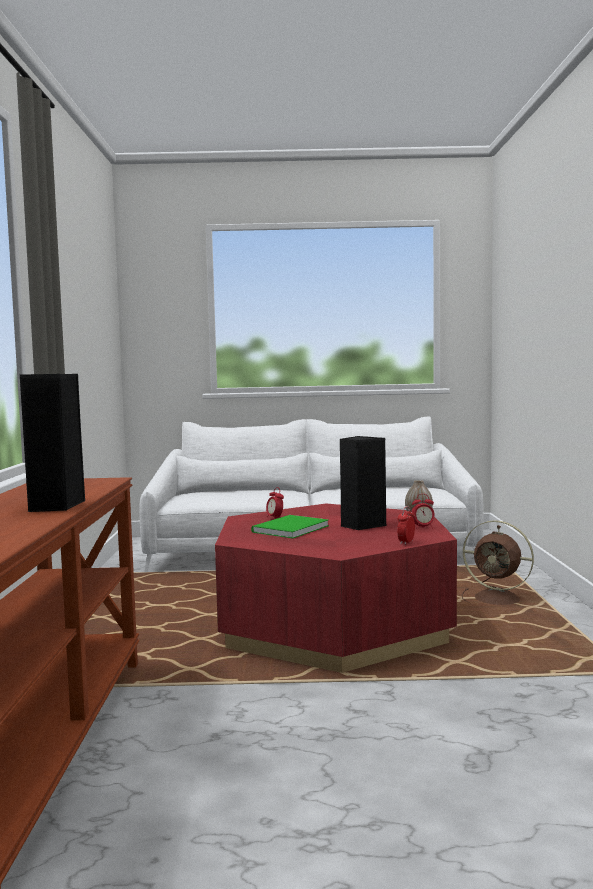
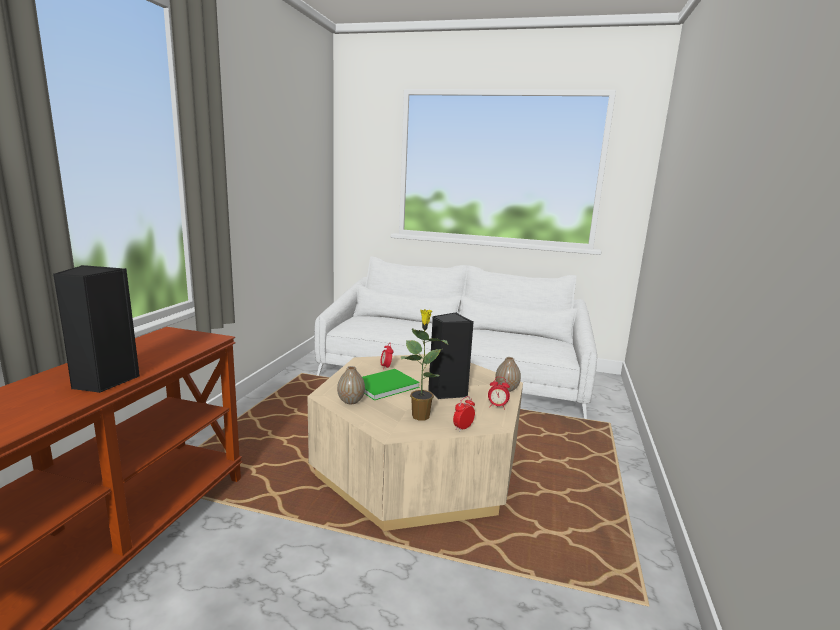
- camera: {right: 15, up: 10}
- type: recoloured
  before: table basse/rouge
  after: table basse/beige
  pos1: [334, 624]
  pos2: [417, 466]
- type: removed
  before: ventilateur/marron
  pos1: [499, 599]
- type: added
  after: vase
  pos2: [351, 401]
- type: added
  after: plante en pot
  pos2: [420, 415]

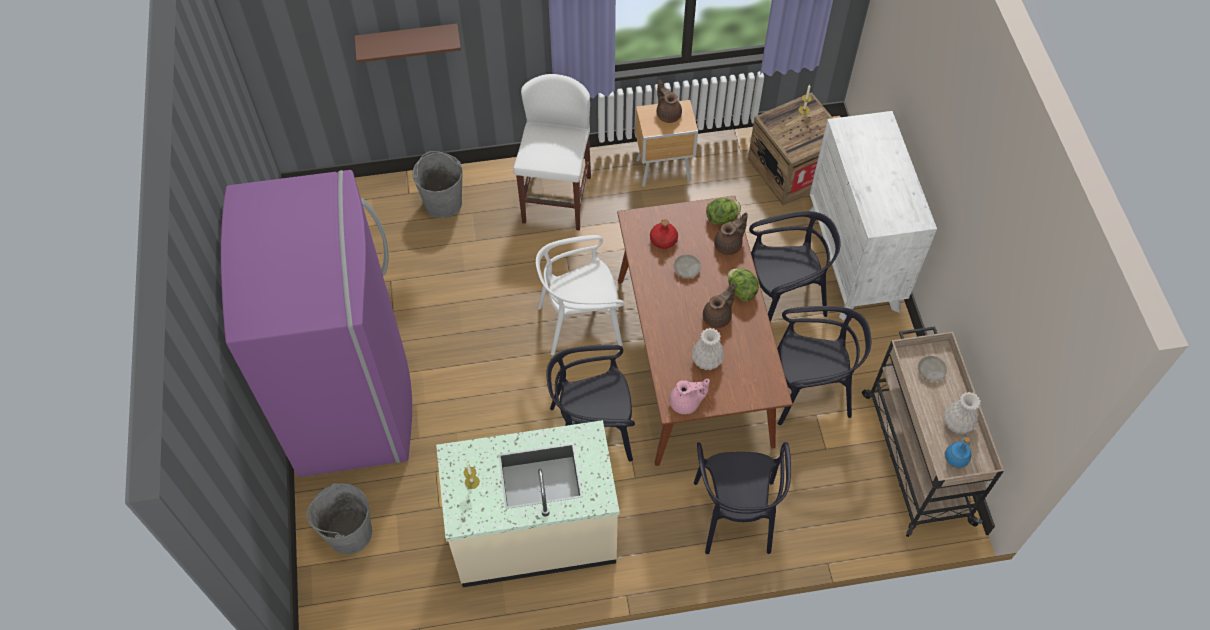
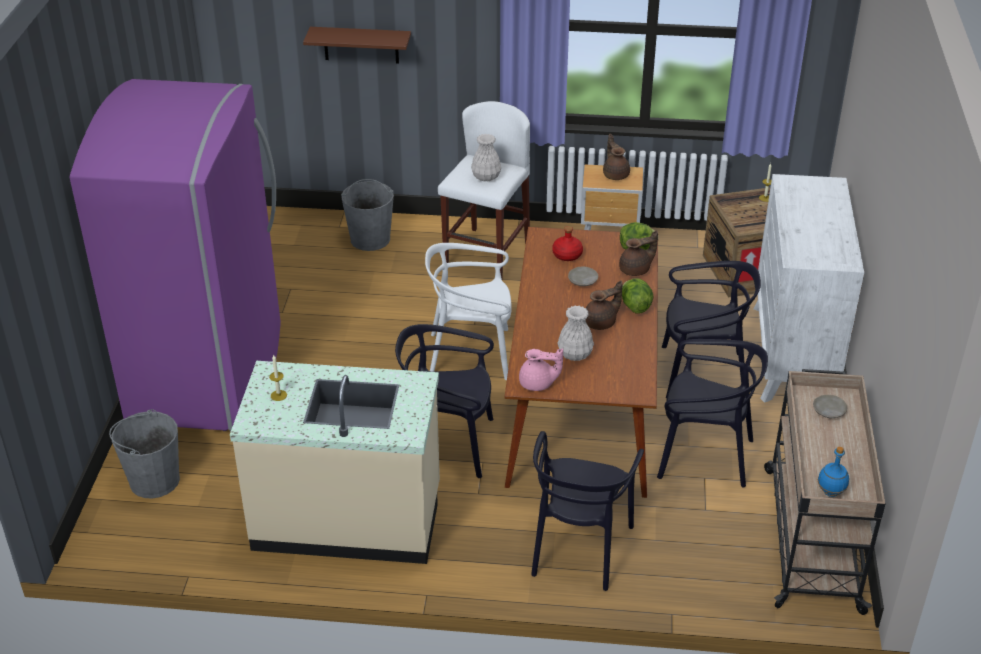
- camera: {right: 15, up: -20}
- type: moved
  before: vase/blanc
  pos1: [957, 423]
  pos2: [486, 177]

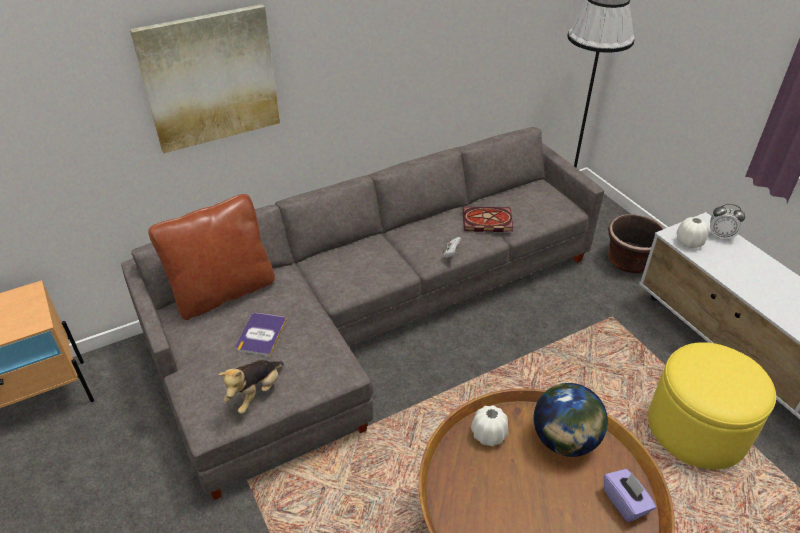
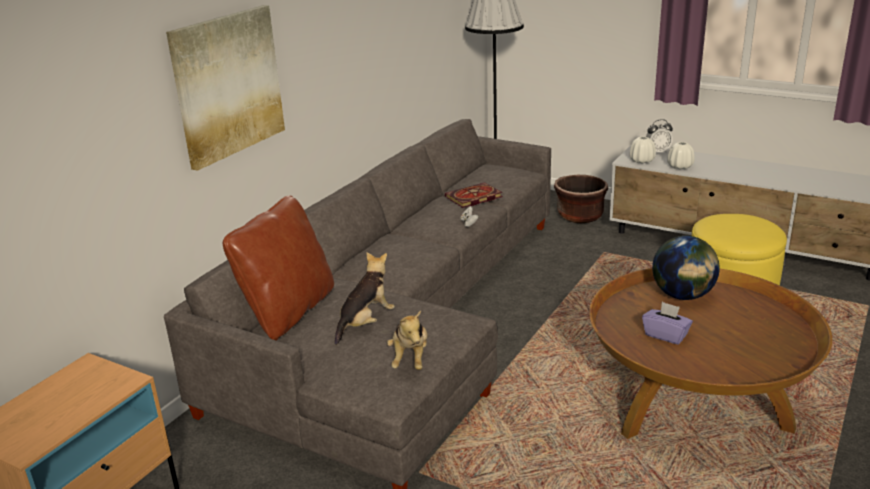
- camera: {right: -30, up: -15}
- type: replaced
  before: livre
  after: peluche
  pos1: [261, 334]
  pos2: [365, 323]
- type: moved
  before: vase/blanc
  pos1: [488, 435]
  pos2: [680, 166]
- type: moved
  before: boîte à mouchoirs/violet
  pos1: [625, 502]
  pos2: [666, 335]

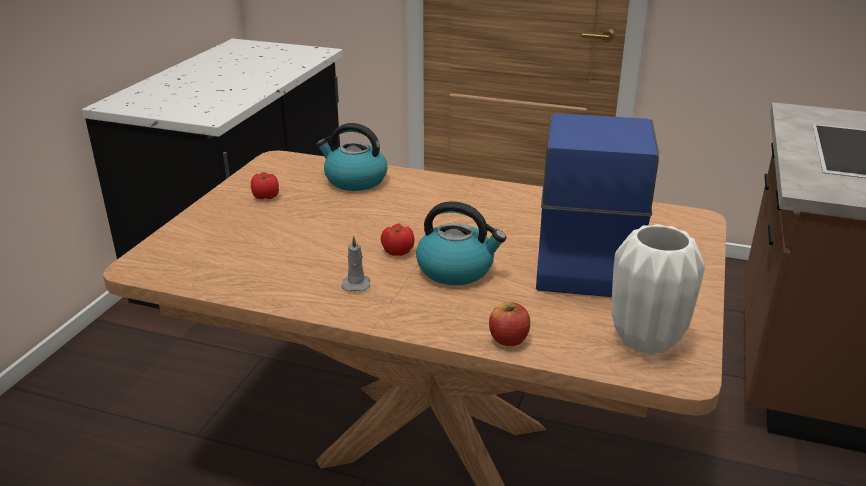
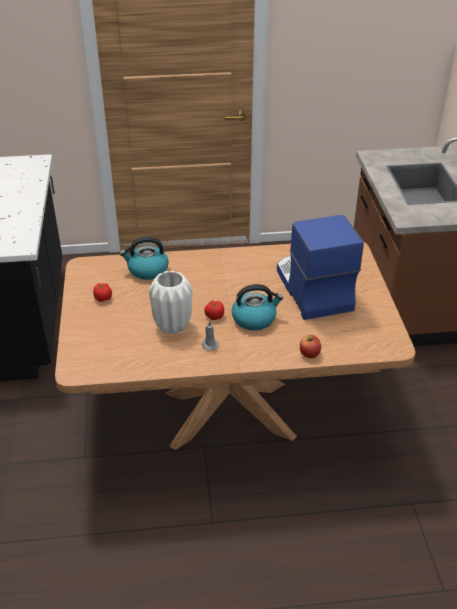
- camera: {right: -25, up: 10}
- type: moved
  before: vase/blanc
  pos1: [645, 340]
  pos2: [172, 326]

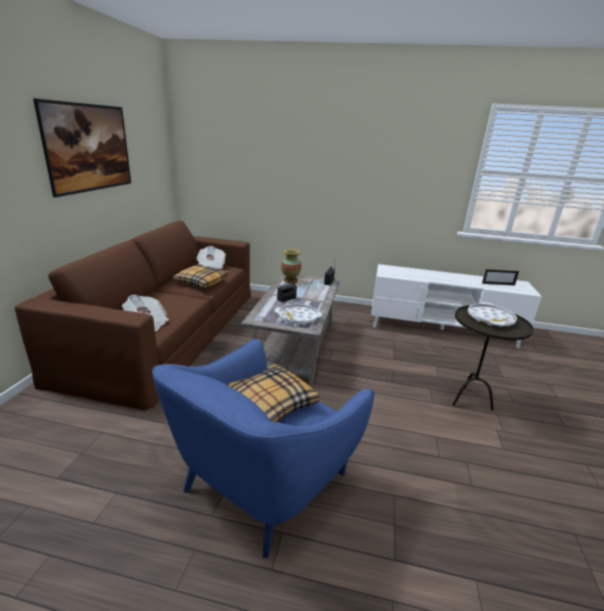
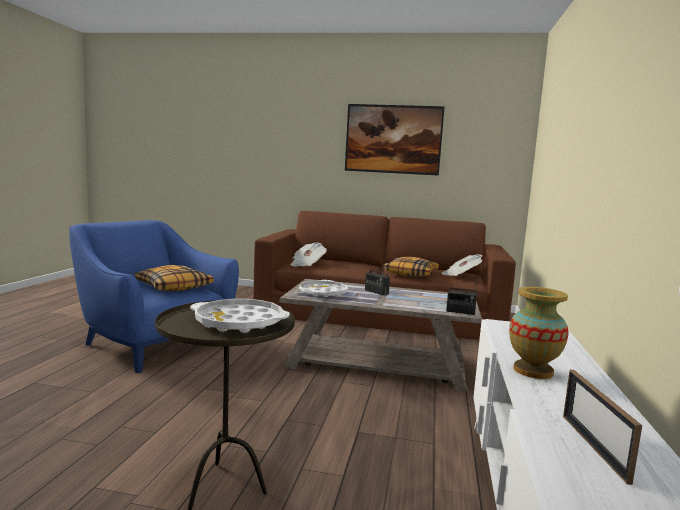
- camera: {right: 90, up: -15}
- type: moved
  before: vase
  pos1: [290, 280]
  pos2: [533, 371]

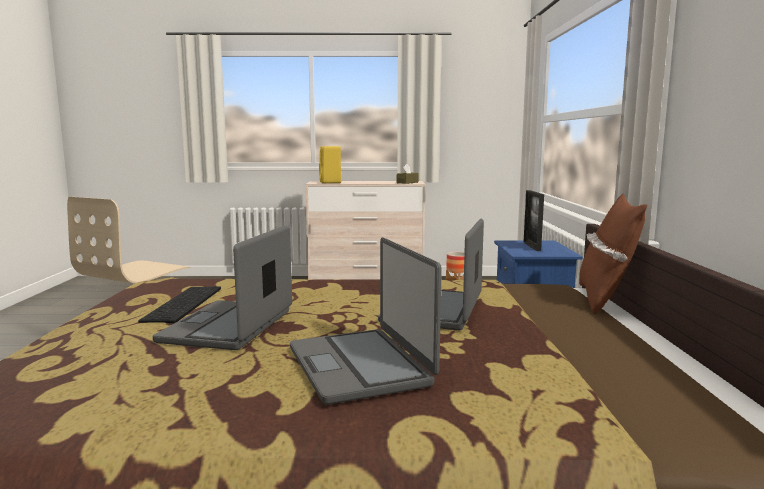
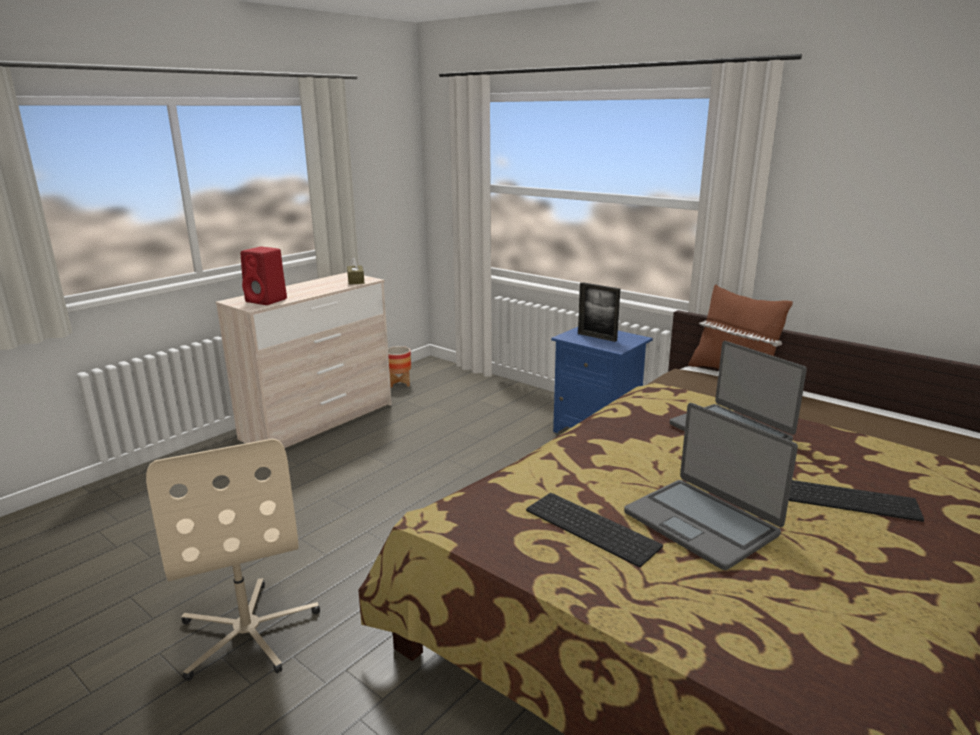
- camera: {right: -50, up: 10}
- type: replaced
  before: ordinateur portable
  after: clavier
  pos1: [360, 365]
  pos2: [846, 498]
- type: recoloured
  before: enceinte/jaune
  after: enceinte/rouge
  pos1: [330, 182]
  pos2: [267, 300]

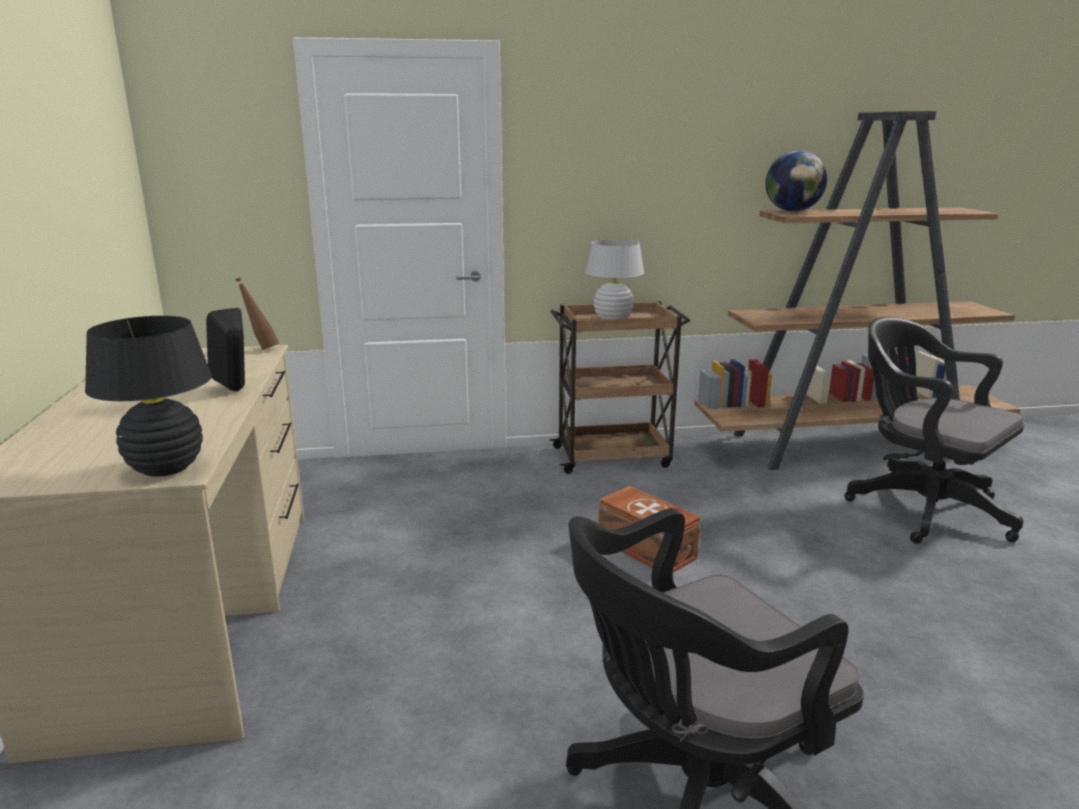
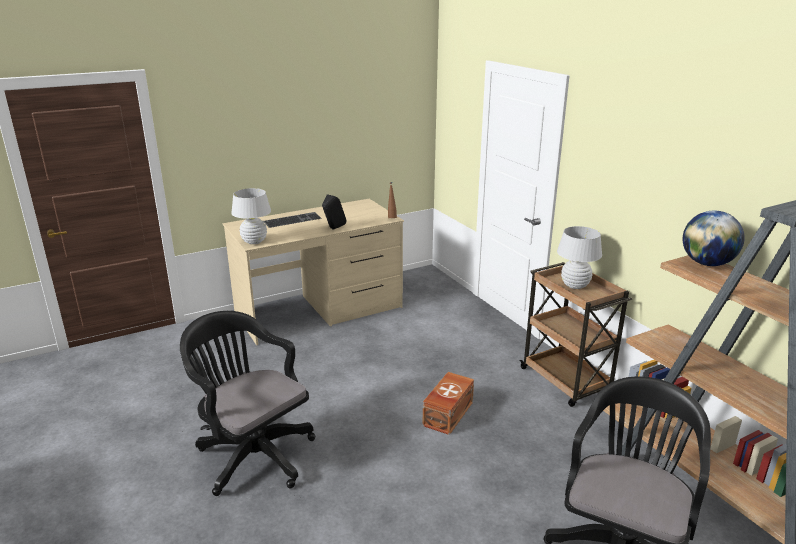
- camera: {right: 70, up: 5}
- type: recoloured
  before: lampe de table/noir
  after: lampe de table/blanc
  pos1: [166, 468]
  pos2: [254, 241]
- type: added
  after: clavier
  pos2: [292, 219]

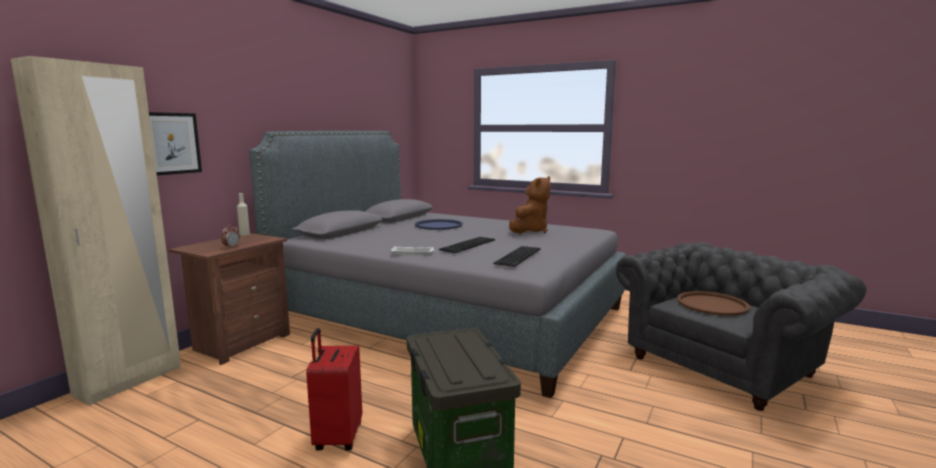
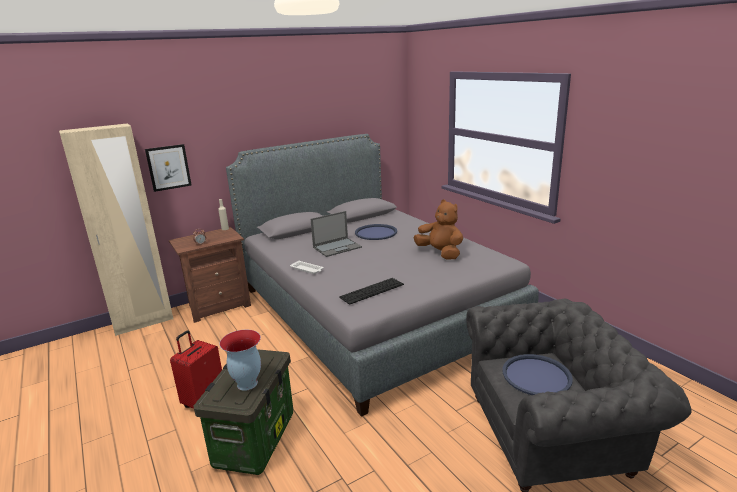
- camera: {right: 30, up: 10}
- type: removed
  before: clavier
  pos1: [468, 245]
- type: turned
  before: peluche/marron
  pos1: [530, 231]
  pos2: [440, 253]
  turn: -105
- type: recoloured
  before: plateau/marron
  after: plateau/bleu
  pos1: [712, 304]
  pos2: [536, 376]
- type: added
  after: vase
  pos2: [246, 384]
- type: added
  after: ordinateur portable
  pos2: [337, 247]

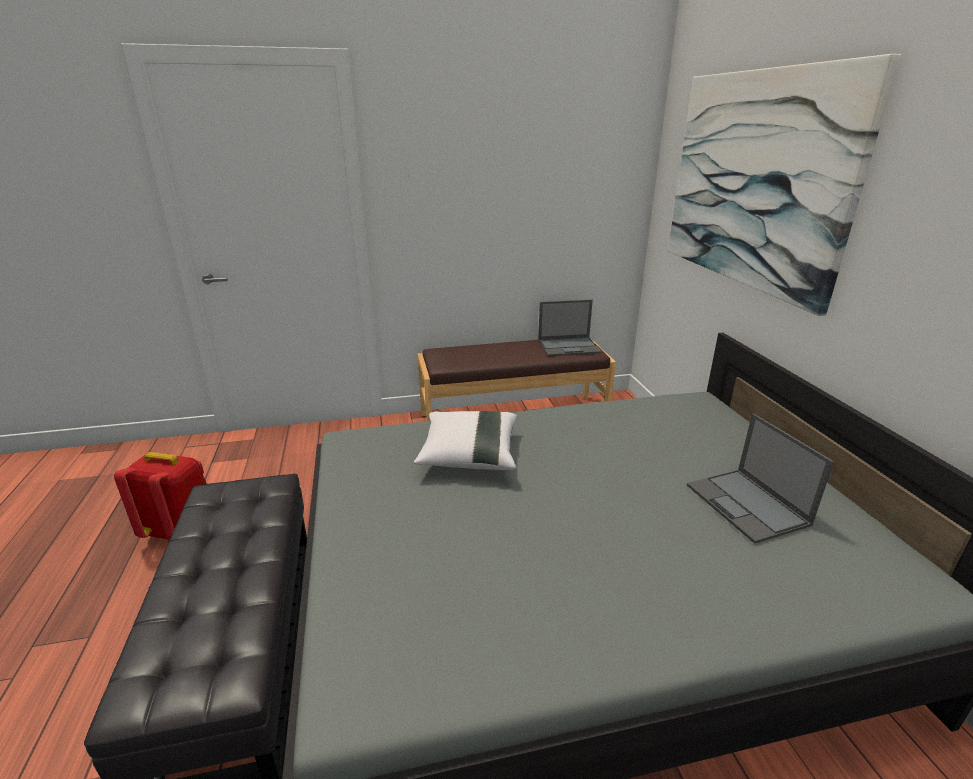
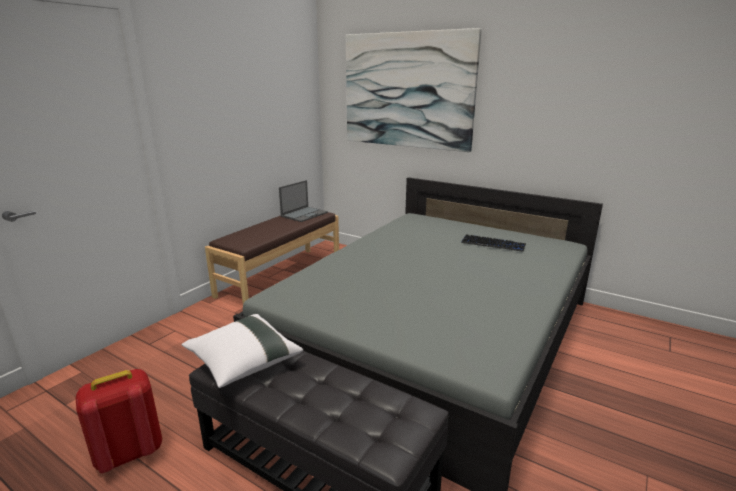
- camera: {right: -45, up: -5}
- type: moved
  before: coussin/blanc
  pos1: [469, 455]
  pos2: [243, 362]
- type: replaced
  before: ordinateur portable
  after: clavier
  pos1: [748, 505]
  pos2: [493, 244]

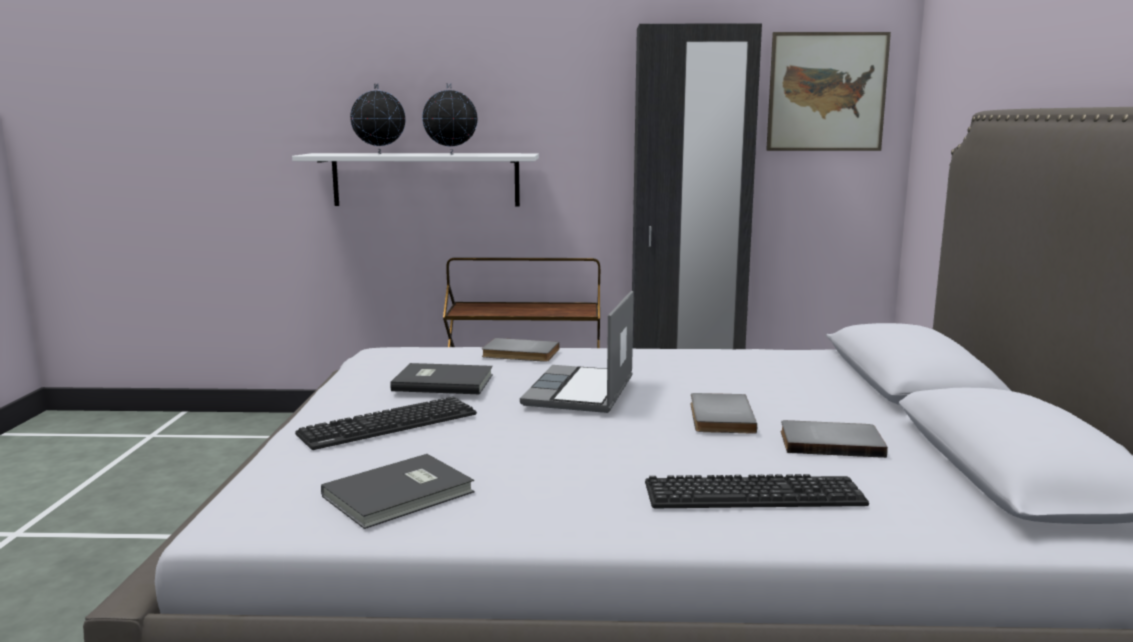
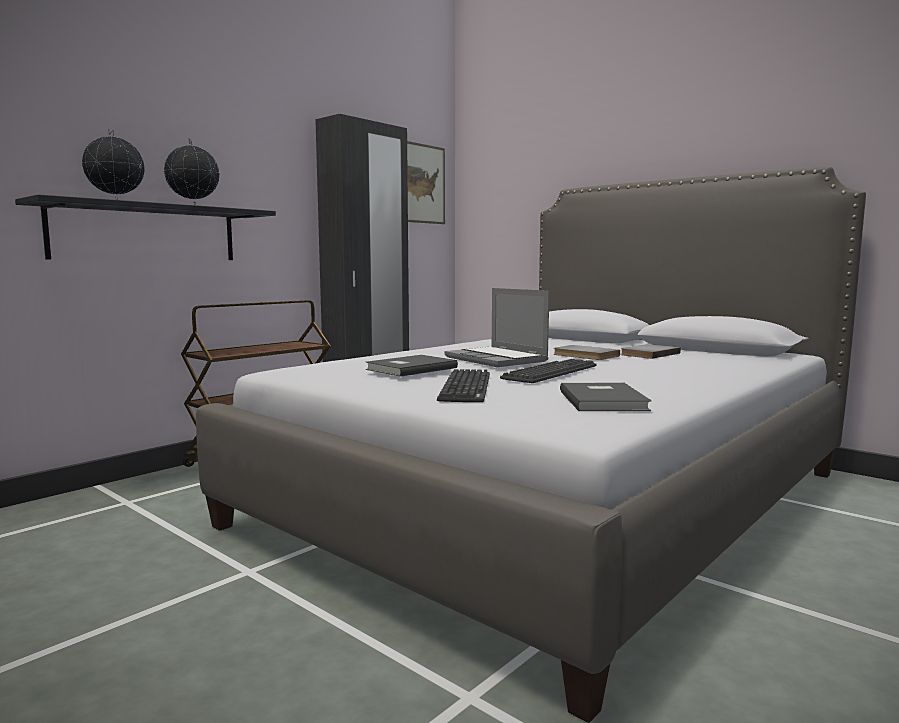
- camera: {right: -50, up: -5}
- type: recoloured
  before: étagère/blanc
  after: étagère/noir
  pos1: [426, 179]
  pos2: [146, 233]
- type: removed
  before: livre/gris
  pos1: [520, 354]
- type: moved
  before: clavier
  pos1: [753, 494]
  pos2: [550, 372]

